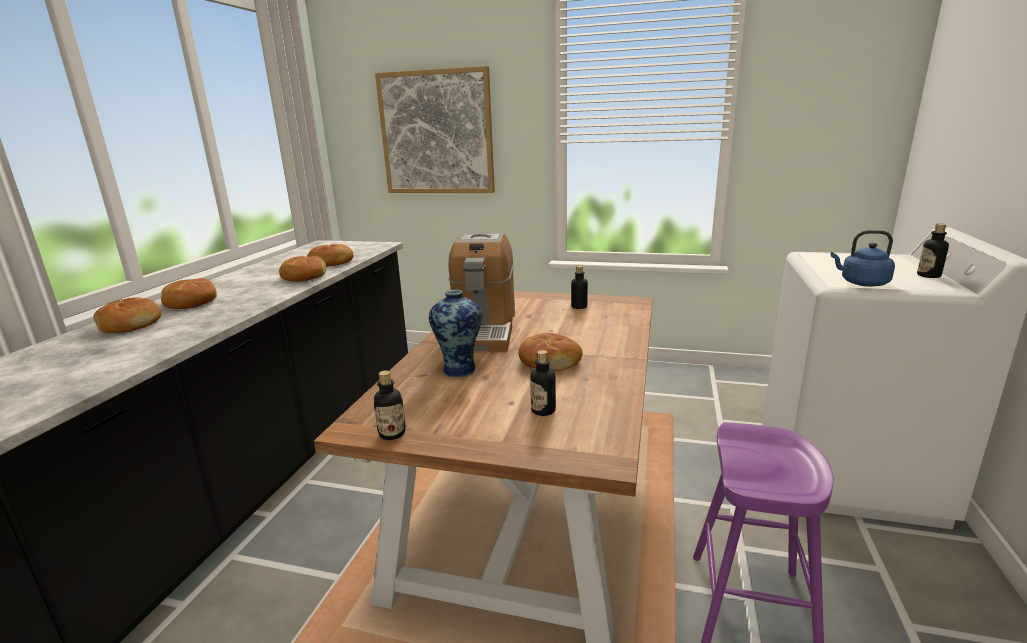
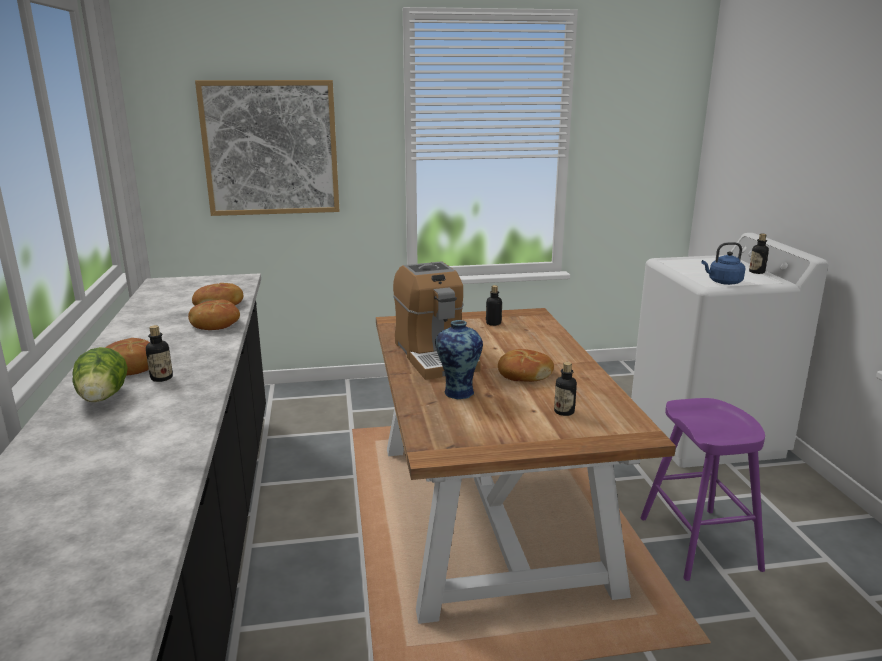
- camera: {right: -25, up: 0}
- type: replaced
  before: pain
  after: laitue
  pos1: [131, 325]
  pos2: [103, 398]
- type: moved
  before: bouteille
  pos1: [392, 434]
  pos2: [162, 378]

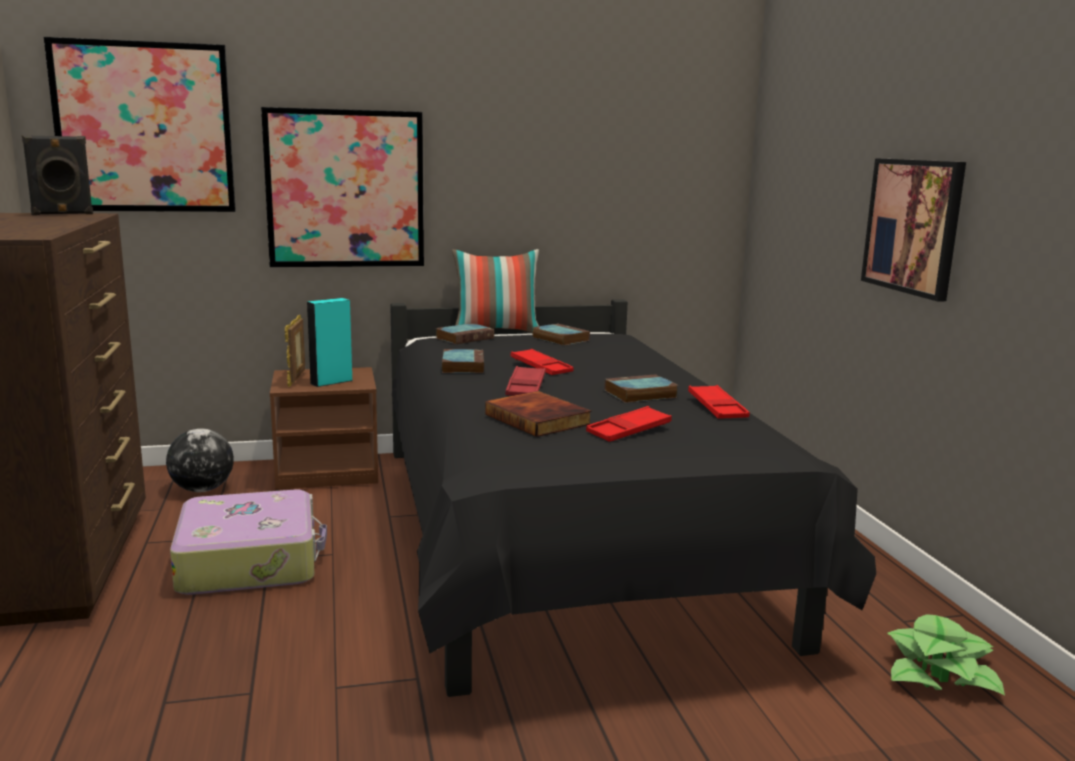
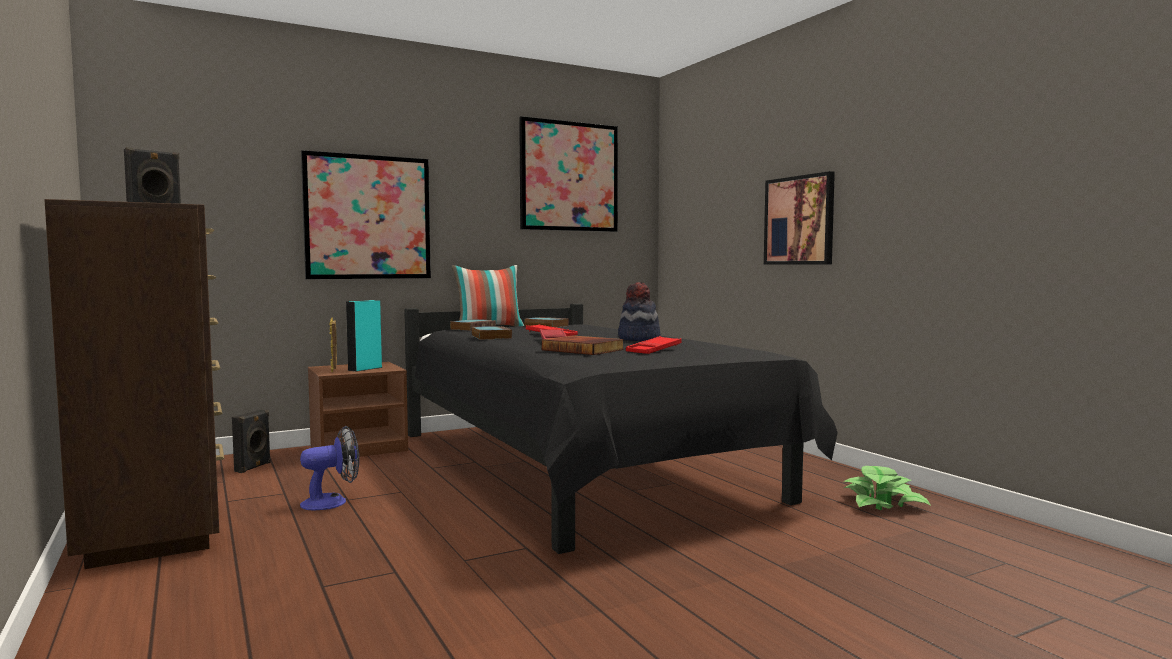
- camera: {right: -15, up: -10}
- type: moved
  before: tableau
  pos1: [144, 128]
  pos2: [569, 176]
- type: replaced
  before: globe
  after: enceinte/noir
  pos1: [202, 489]
  pos2: [254, 467]
- type: replaced
  before: valise
  after: ventilateur
  pos1: [250, 560]
  pos2: [332, 502]
- type: replaced
  before: livre
  after: chapeau
  pos1: [639, 394]
  pos2: [639, 339]
- type: removed
  before: plateau/rouge
  pos1: [717, 408]

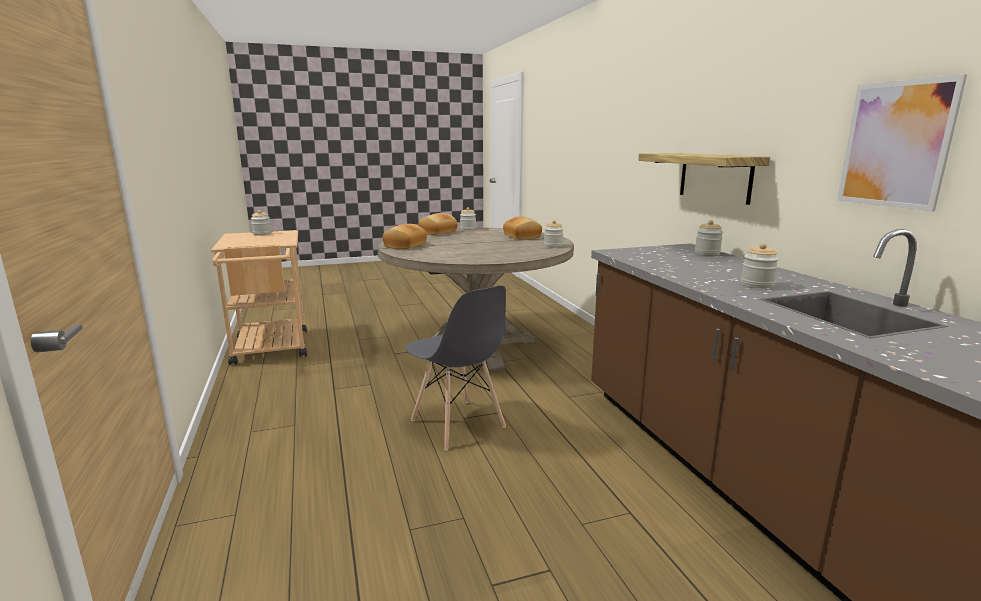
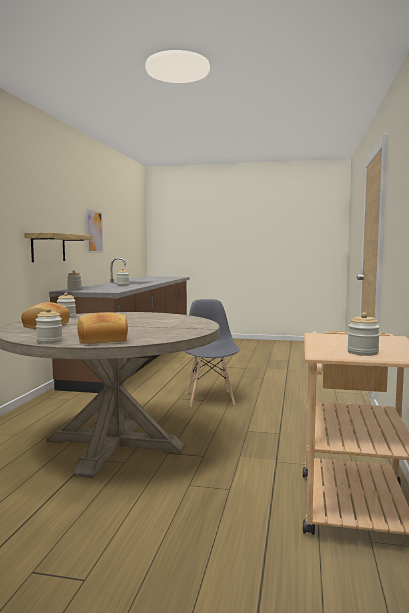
- camera: {right: -150, up: -10}
- type: removed
  before: pain
  pos1: [404, 245]

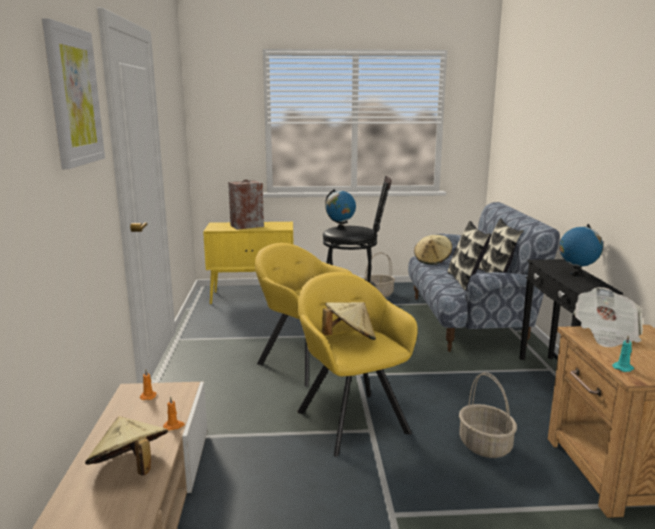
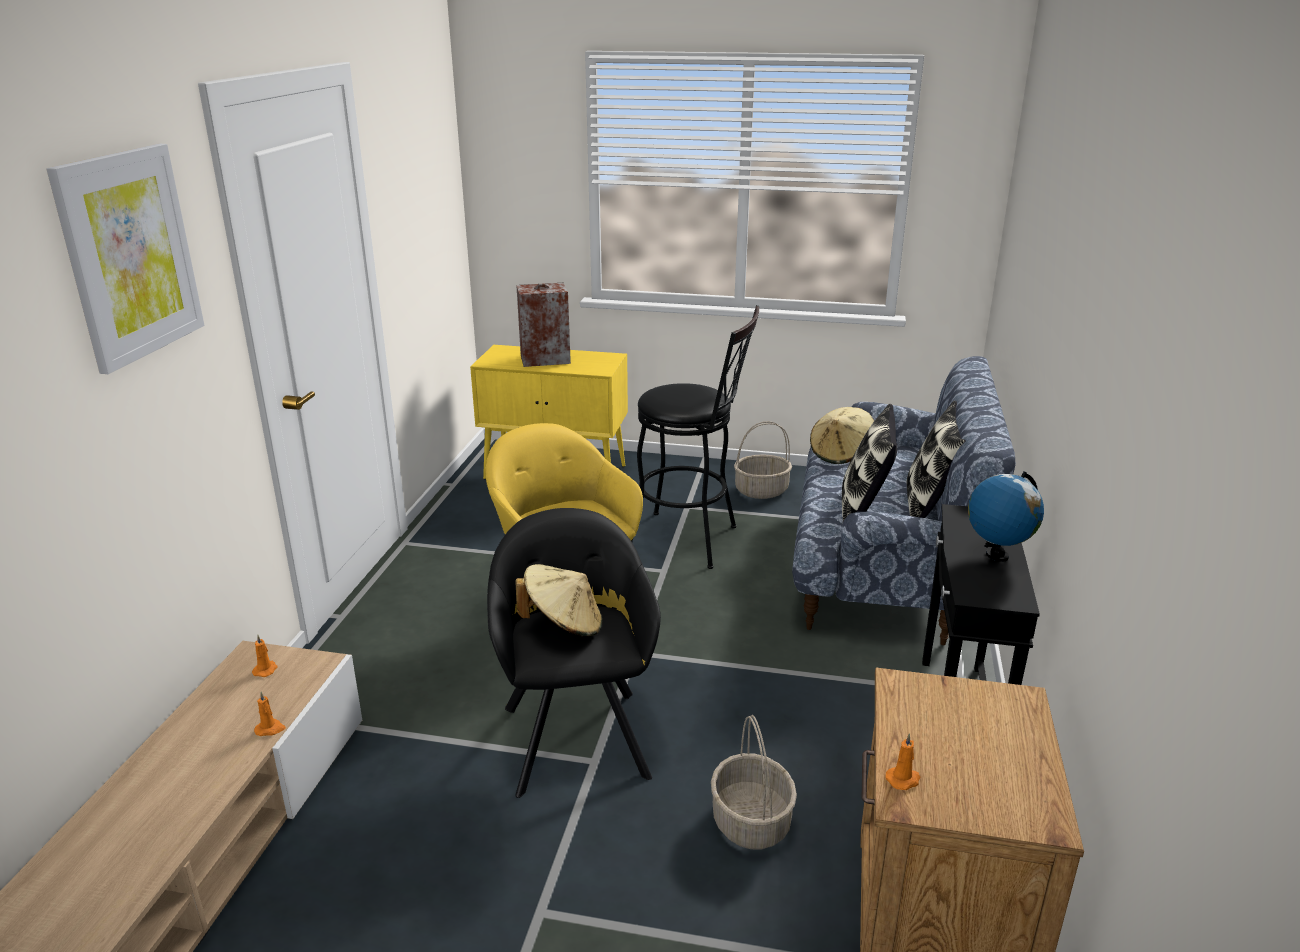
- camera: {right: 15, up: 10}
- type: removed
  before: chapeau/beige
  pos1: [130, 468]
- type: recoloured
  before: fauteuil/jaune
  after: fauteuil/noir
  pos1: [351, 418]
  pos2: [576, 734]
- type: removed
  before: globe
  pos1: [340, 228]
- type: removed
  before: journal
  pos1: [605, 334]
- type: recoloured
  before: bougie/turquoise
  after: bougie/orange
  pos1: [623, 368]
  pos2: [903, 779]

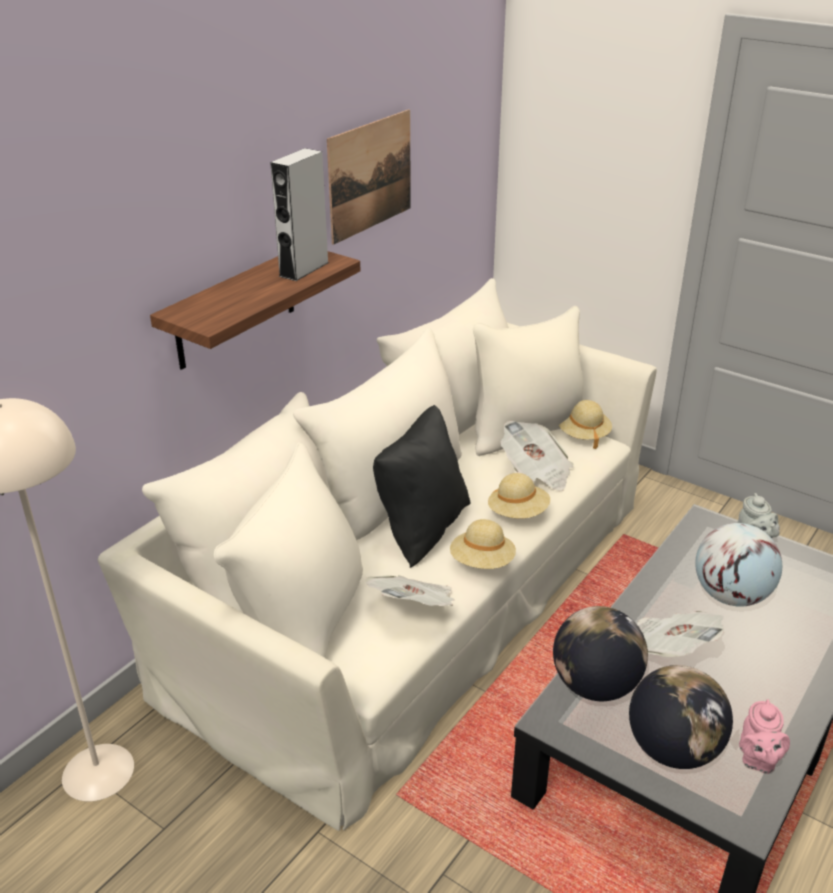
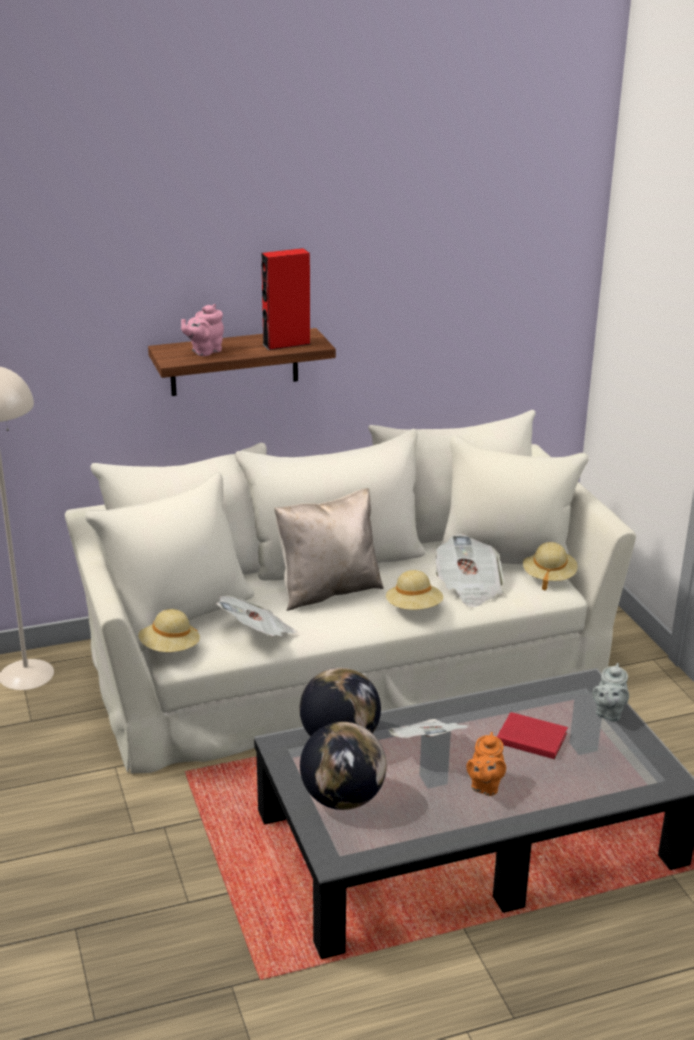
- camera: {right: 35, up: -5}
- type: recoloured
  before: enceinte/gris
  after: enceinte/rouge
  pos1: [304, 269]
  pos2: [286, 344]
- type: removed
  before: tableau
  pos1: [370, 175]
- type: recoloured
  before: coussin/noir
  after: coussin/beige
  pos1: [422, 528]
  pos2: [328, 590]
- type: moved
  before: chapeau/beige
  pos1: [482, 562]
  pos2: [170, 649]
- type: replaced
  before: globe
  after: livre/rouge
  pos1: [730, 595]
  pos2: [530, 737]
- type: moved
  before: théière/rose
  pos1: [757, 759]
  pos2: [204, 351]
- type: added
  after: théière/orange
  pos2: [485, 786]

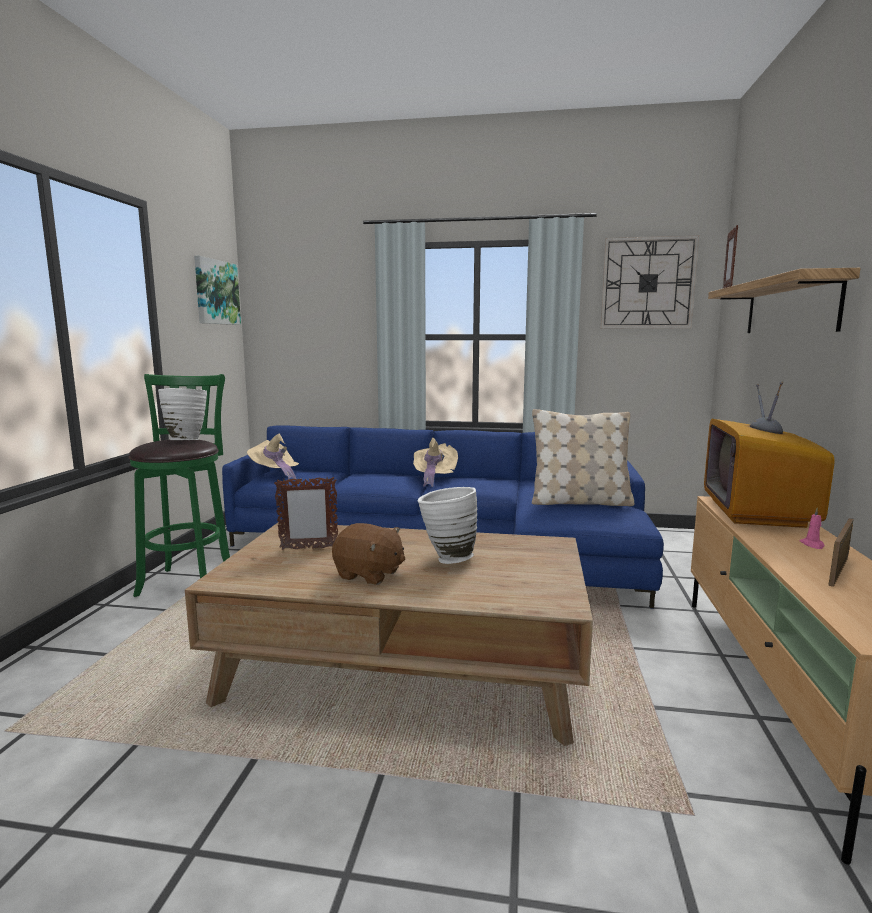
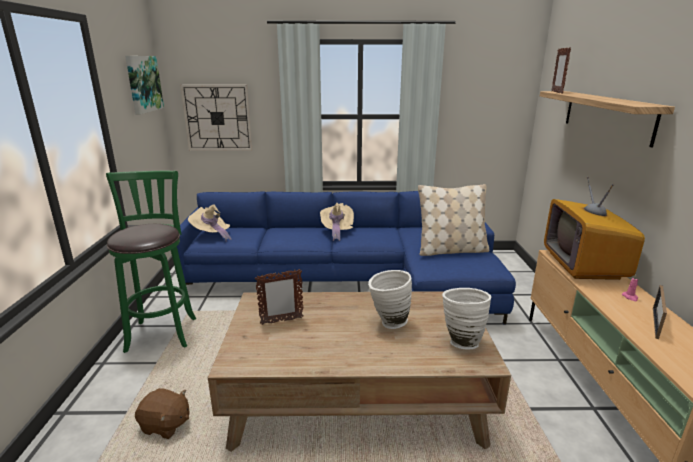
- camera: {right: -10, up: 10}
- type: moved
  before: vase/blanc
  pos1: [186, 441]
  pos2: [460, 340]
- type: moved
  before: peluche/marron
  pos1: [369, 574]
  pos2: [165, 425]
- type: moved
  before: horloge murale
  pos1: [647, 283]
  pos2: [217, 118]

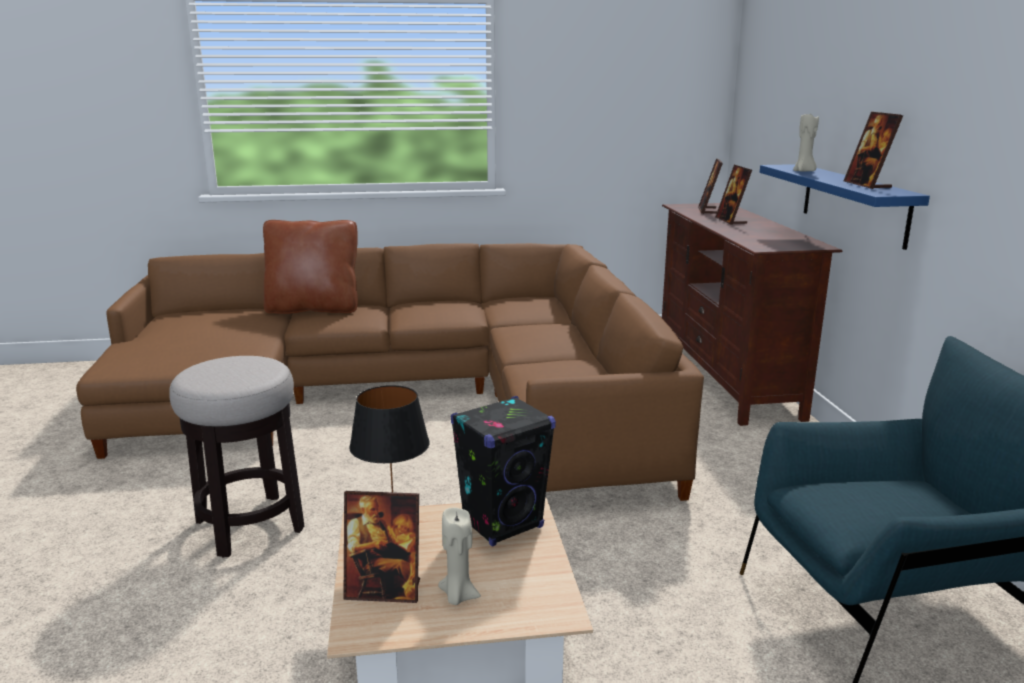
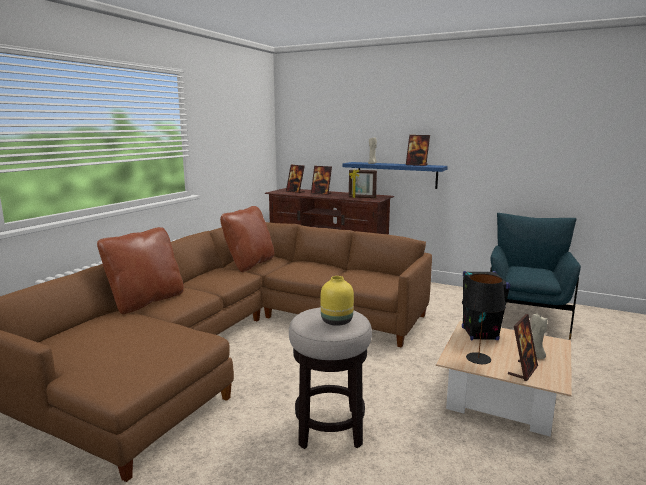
- camera: {right: -55, up: -5}
- type: added
  after: coussin/marron
  pos2: [249, 264]
- type: added
  after: vase/jaune
  pos2: [337, 321]
- type: added
  after: cadre photo
  pos2: [362, 197]

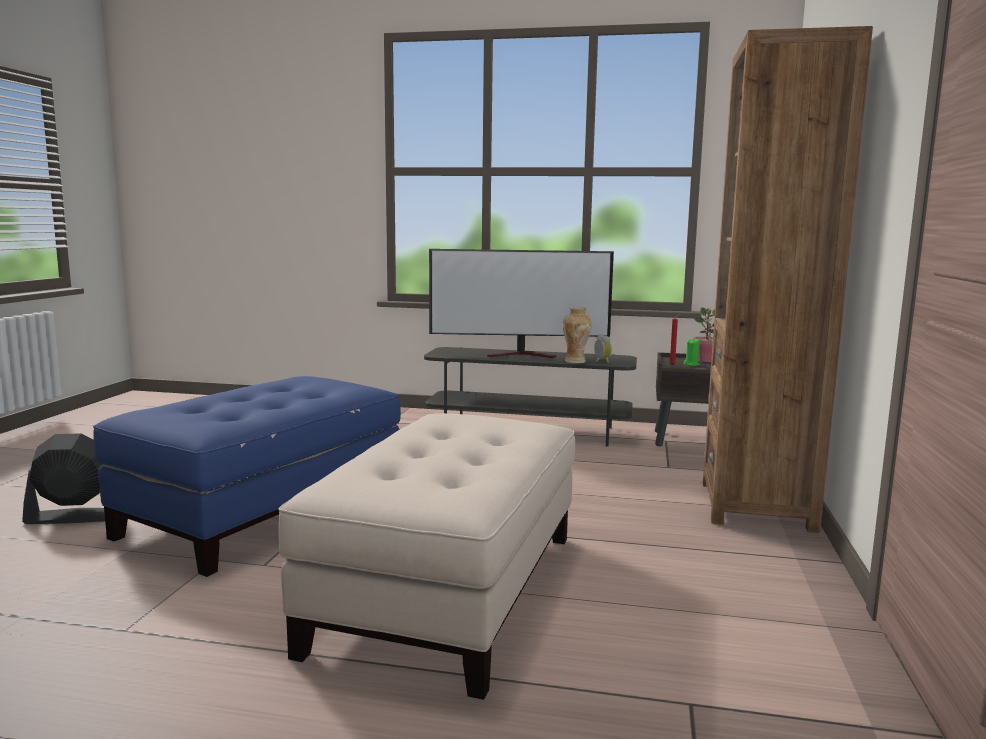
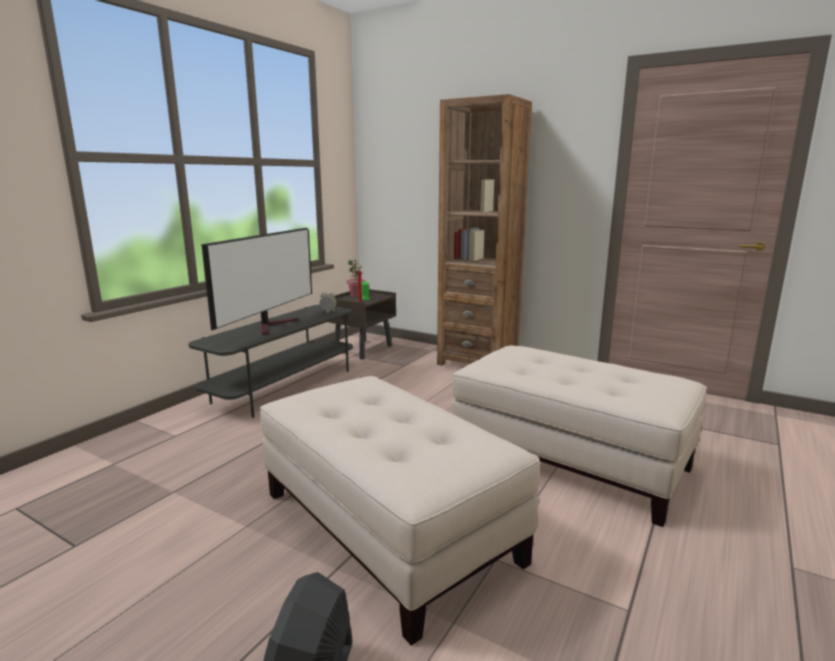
- camera: {right: -70, up: 5}
- type: recoloured
  before: pouf/bleu
  after: pouf/beige
  pos1: [266, 511]
  pos2: [389, 525]
- type: removed
  before: vase
  pos1: [575, 361]

